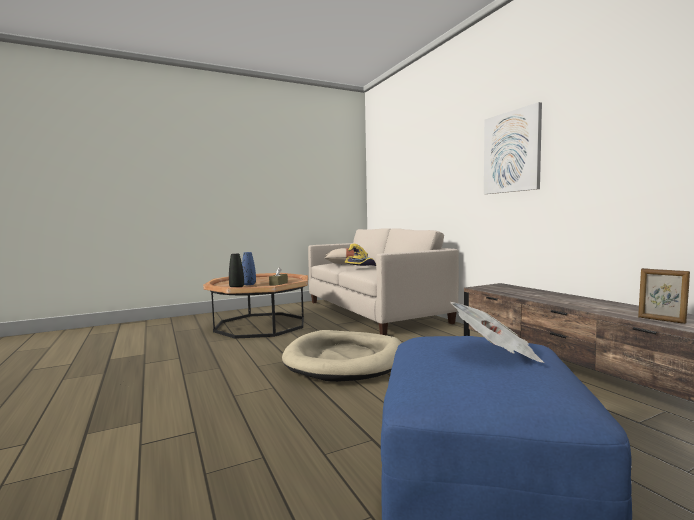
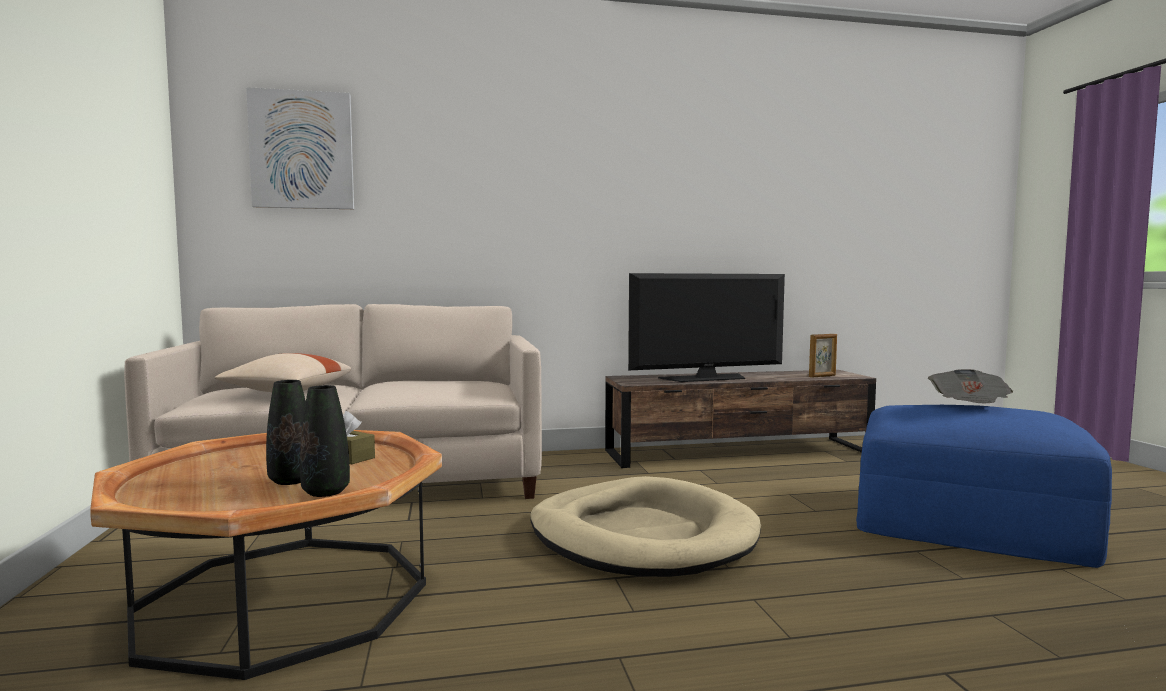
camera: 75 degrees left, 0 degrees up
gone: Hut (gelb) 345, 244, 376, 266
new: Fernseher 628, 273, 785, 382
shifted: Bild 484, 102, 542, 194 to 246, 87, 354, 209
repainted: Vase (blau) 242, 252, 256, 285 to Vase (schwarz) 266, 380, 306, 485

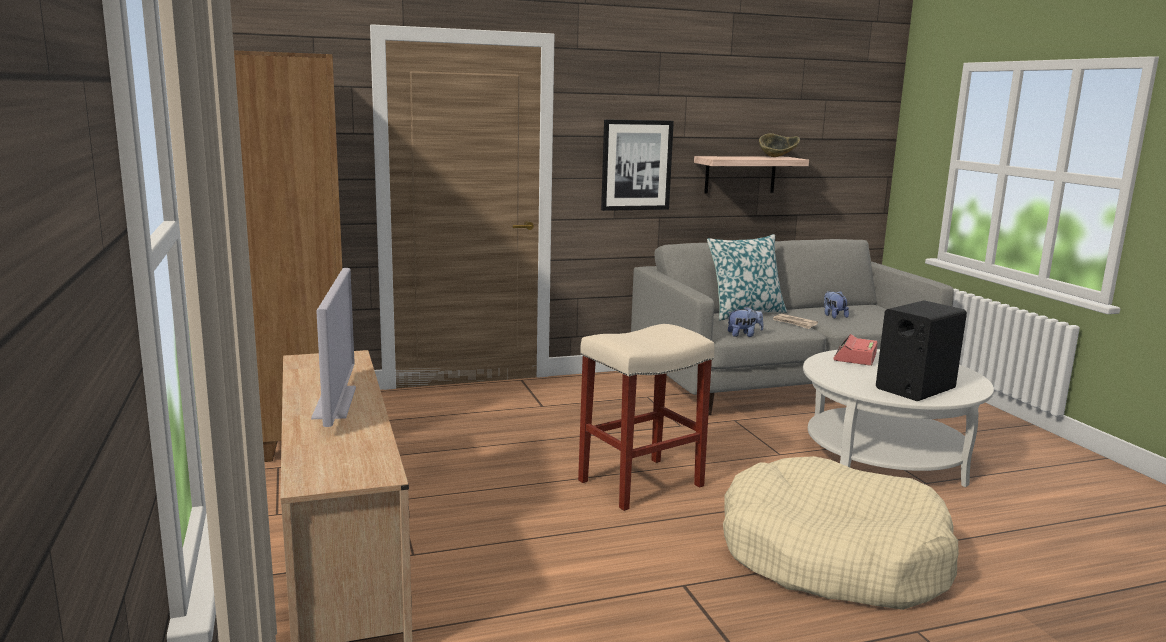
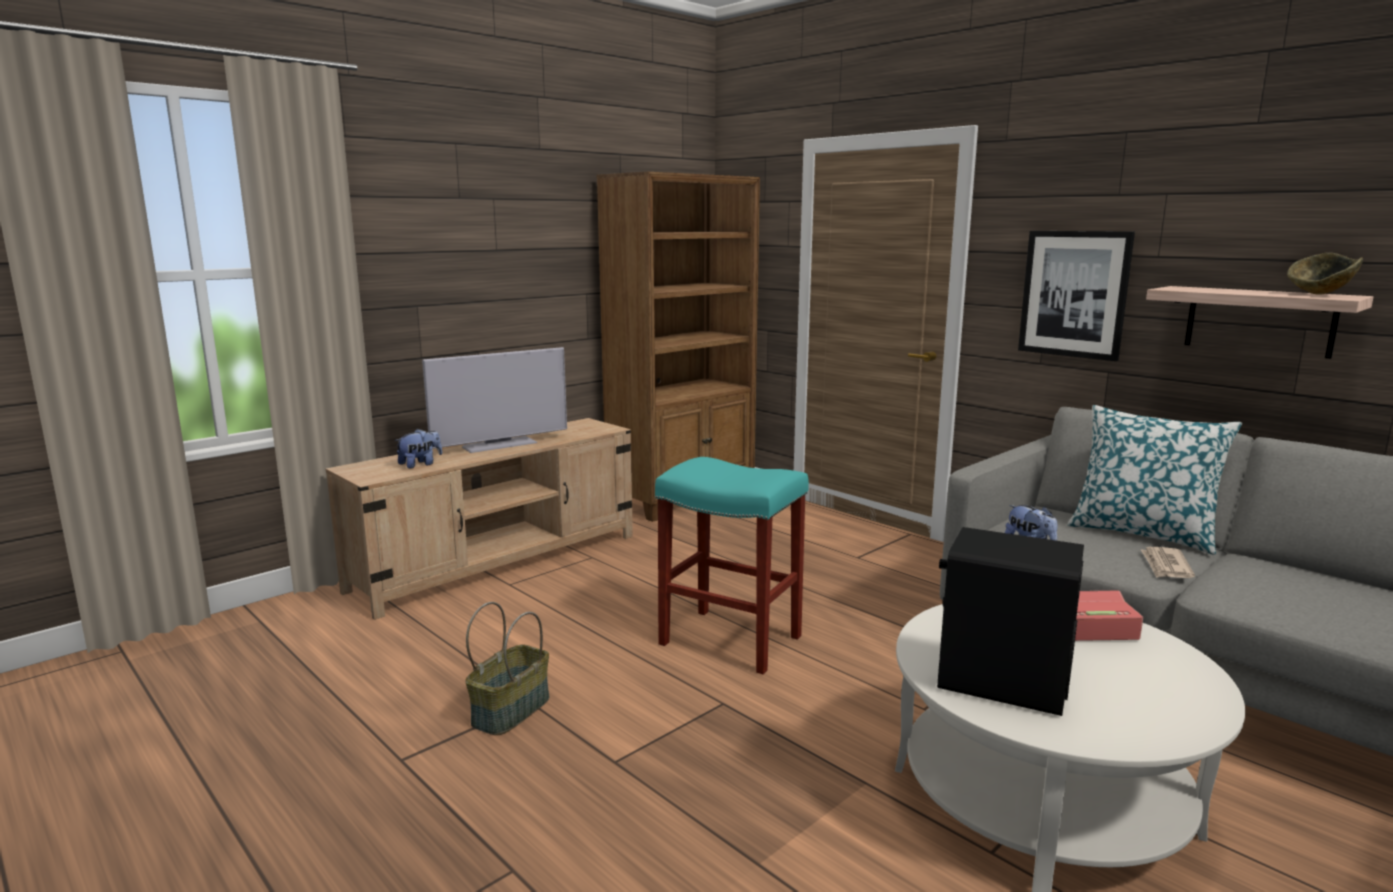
camera: 65 degrees right, 0 degrees up
gone: Hundebett (beige) 723, 456, 958, 610
new: Korb 465, 602, 550, 735
shifted: Plüschtier 824, 291, 849, 319 to 395, 429, 442, 468
repainted: Hocker (beige) 578, 324, 715, 511 to Hocker (türkis) 655, 457, 809, 674

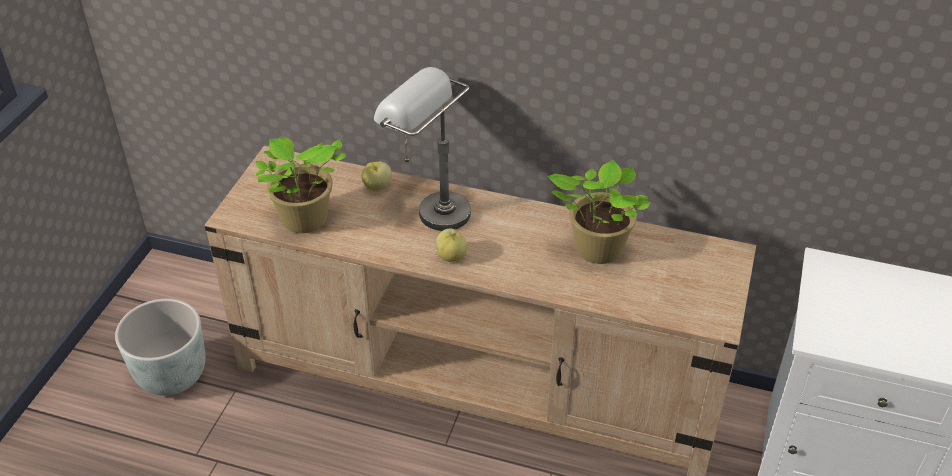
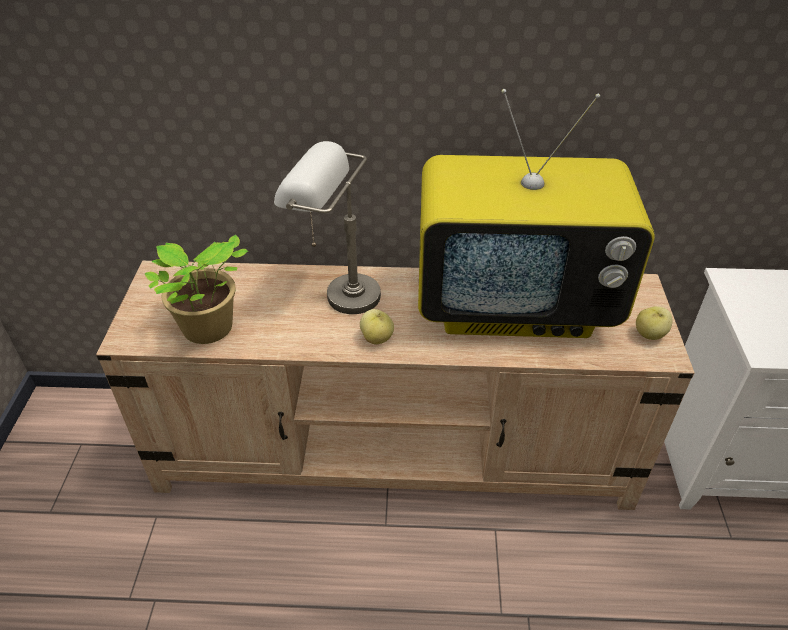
camera: 15 degrees left, 0 degrees up
gone: Pflanzkübel (grau) 115, 298, 206, 396
shifted: Apfel 361, 162, 392, 191 to 636, 306, 673, 340
swapped: Topfpflanze 547, 160, 651, 264 to Fernseher 418, 89, 655, 338

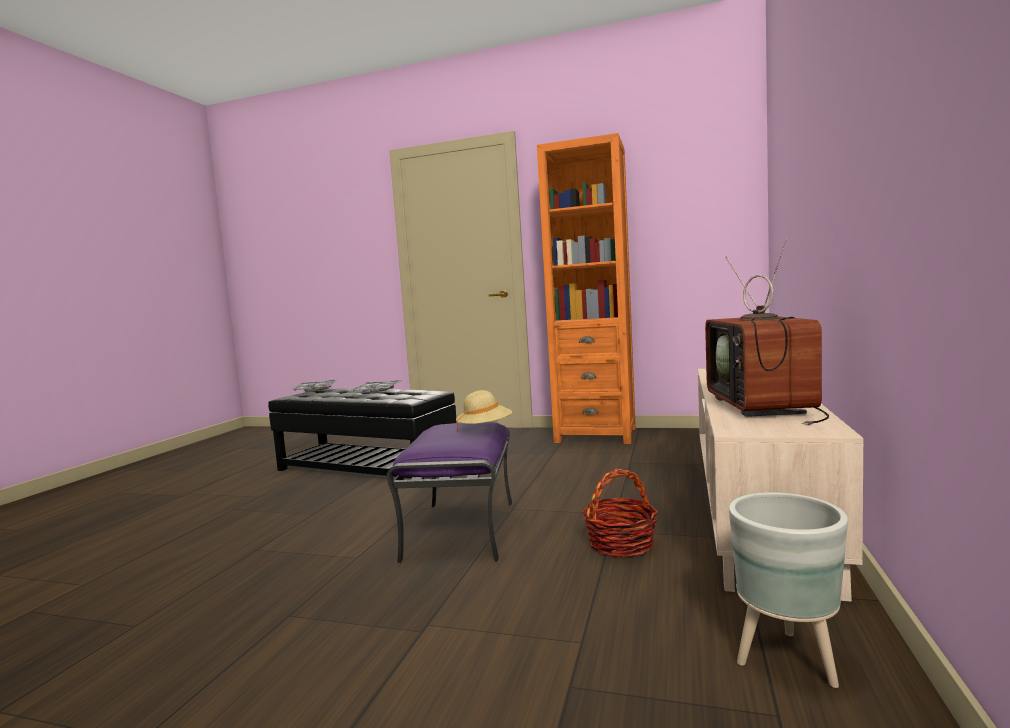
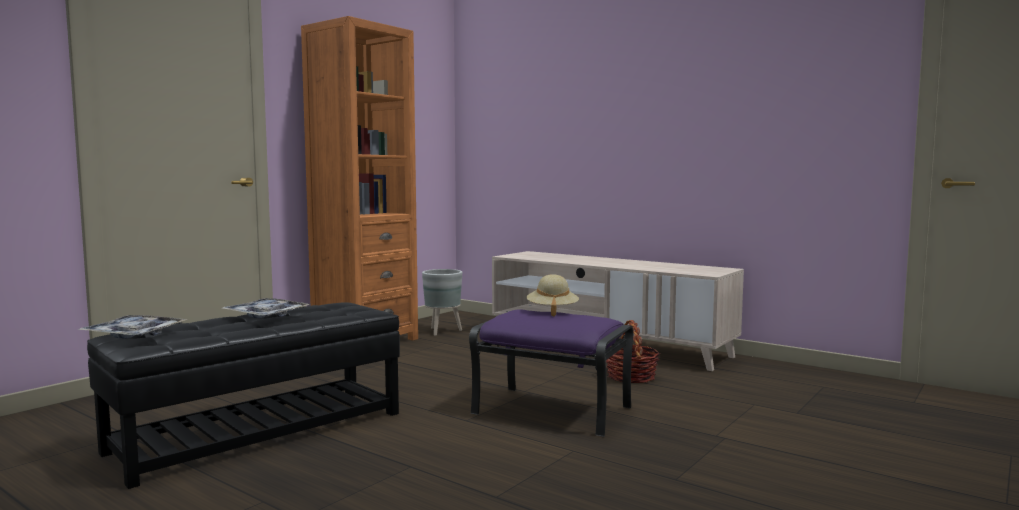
camera: 70 degrees left, 0 degrees up
gone: Fernseher 705, 239, 829, 425
shifted: Pflanzkübel (grau) 729, 492, 848, 688 to 422, 269, 462, 336

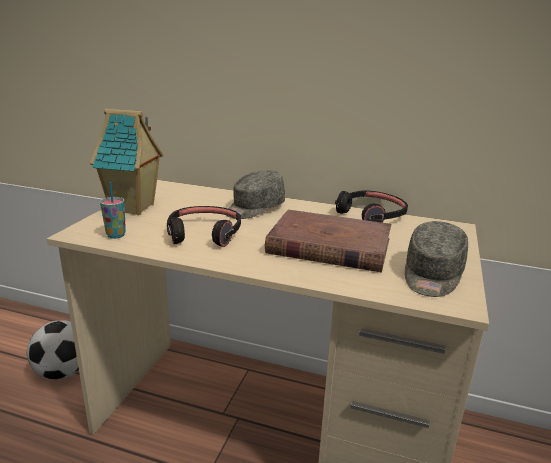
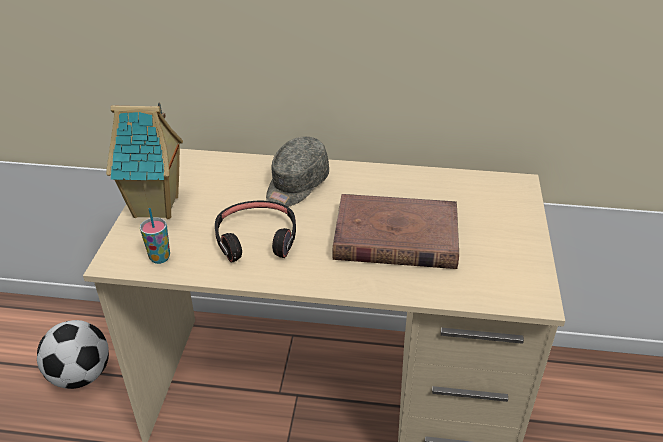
camera: 10 degrees left, 15 degrees up
gone: Kopfhörer (schwarz) 335, 191, 408, 222; Kappe (grau) 405, 221, 468, 297

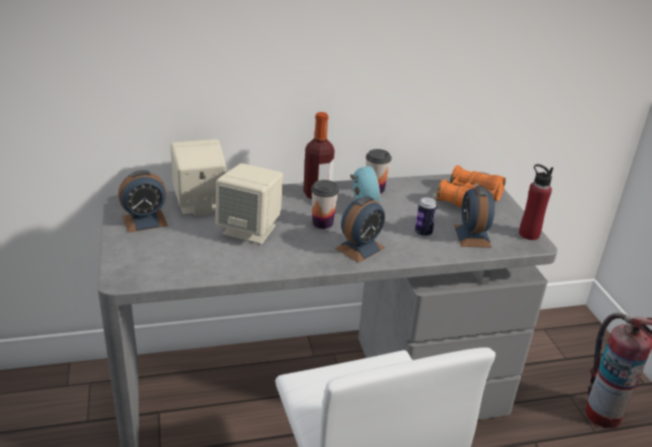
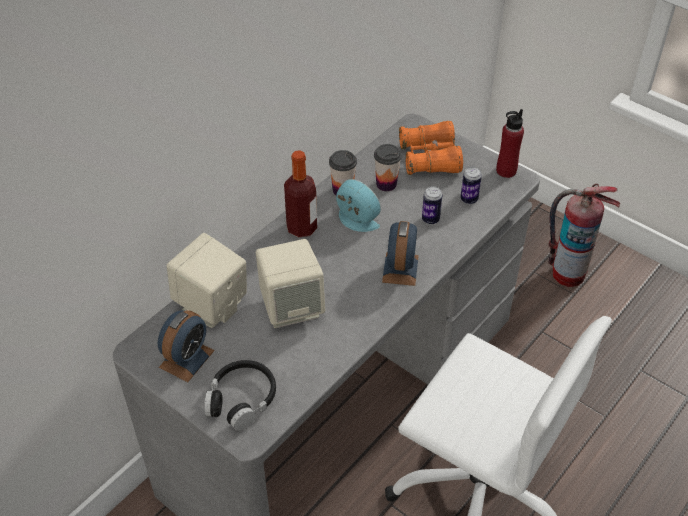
camera: 35 degrees left, 15 degrees up
new: Kopfhörer (schwarz) 204, 360, 276, 431
shifted: Tasse 311, 180, 339, 229 to 374, 144, 402, 191
swapped: Wecker 454, 186, 495, 248 to Dose 461, 167, 482, 204

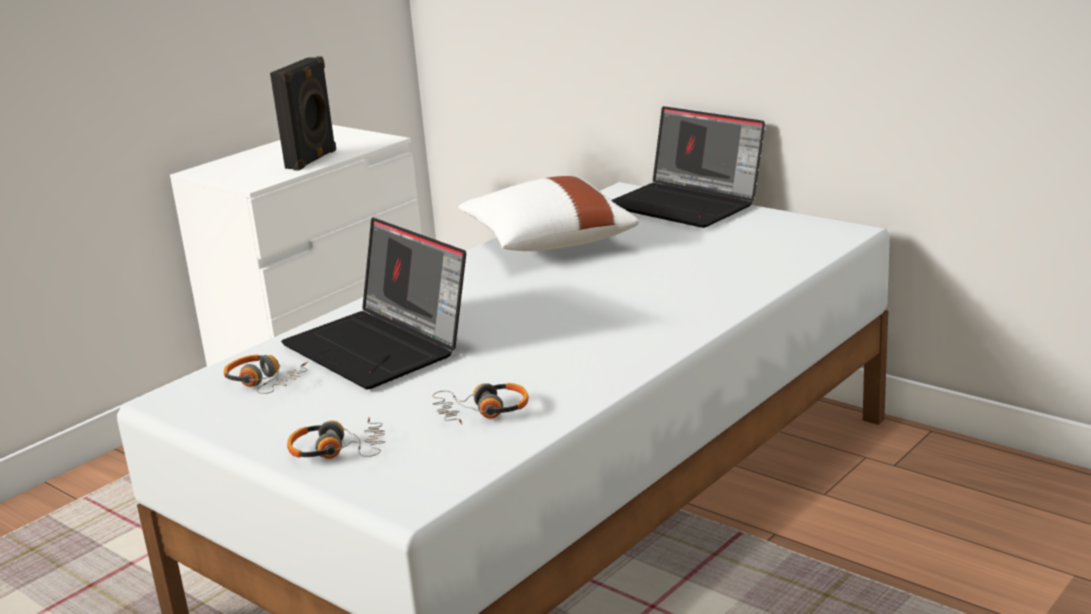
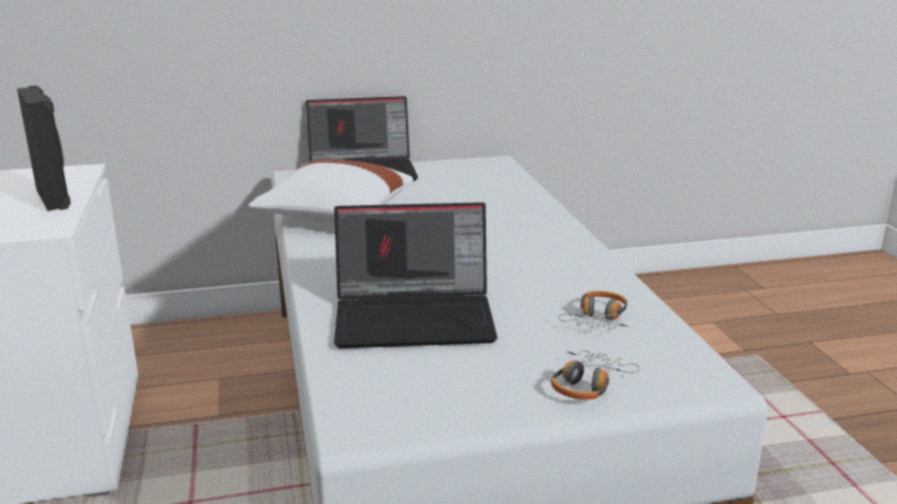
camera: 55 degrees left, 0 degrees up
gone: Kopfhörer 224, 355, 308, 394

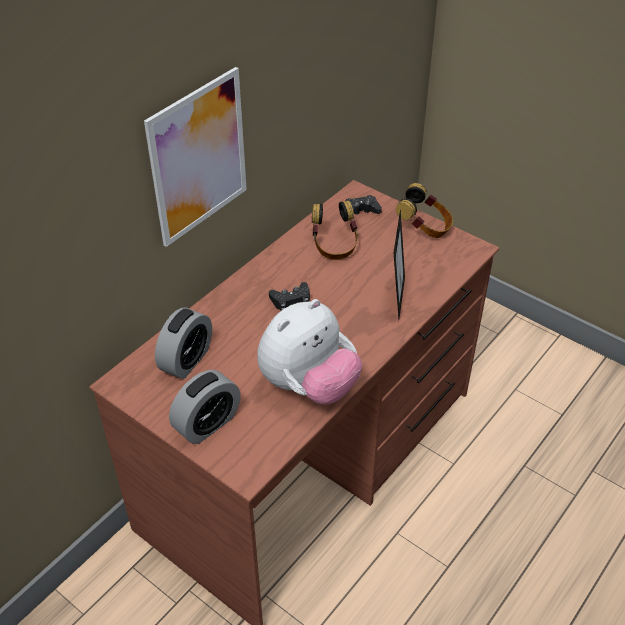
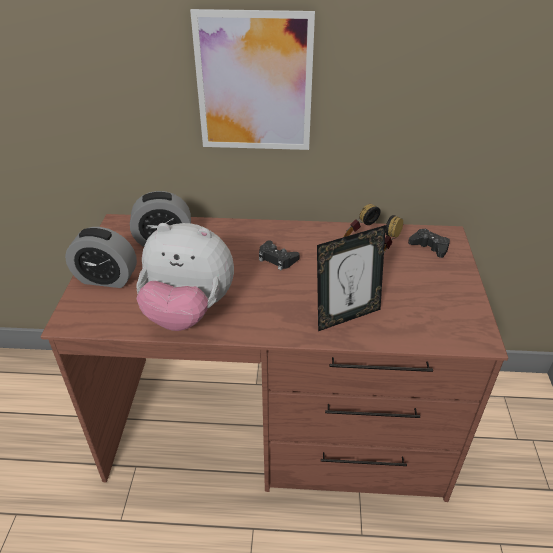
camera: 55 degrees right, 5 degrees down
gone: Kopfhörer 396, 183, 453, 238

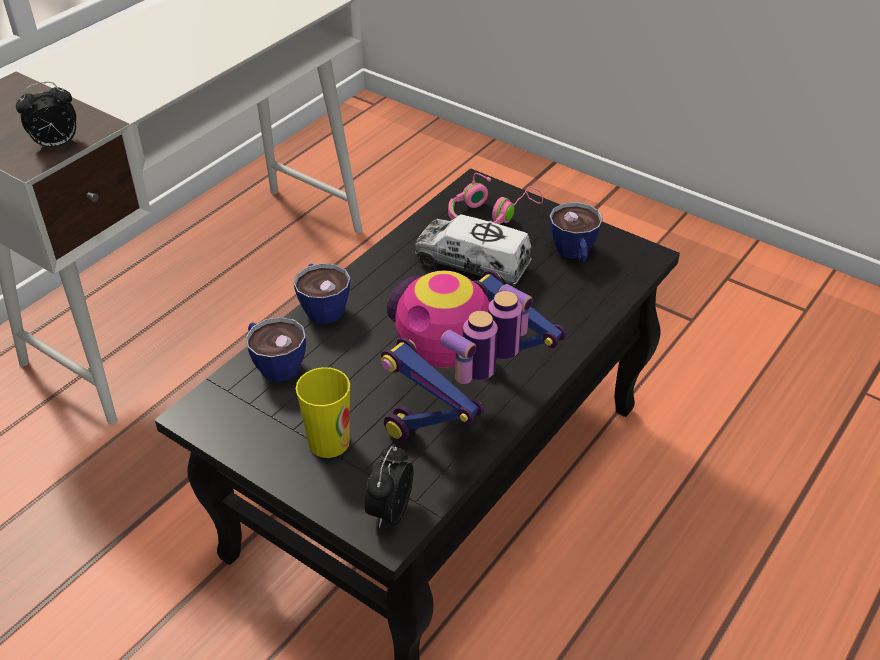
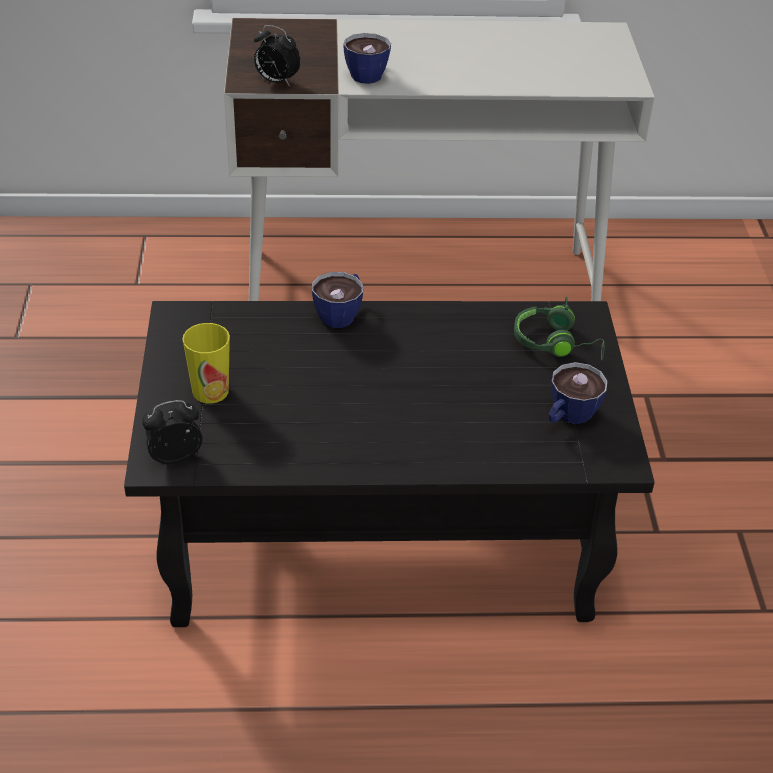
camera: 50 degrees right, 0 degrees up
gone: Spielzeuglaster 415, 214, 532, 286; Spielzeugroboter 381, 270, 567, 441
shifted: Tasse 246, 317, 306, 382 to 343, 33, 391, 84
repainted: Kopfhörer (rosa) 448, 173, 543, 224 to Kopfhörer (grün) 514, 297, 605, 361

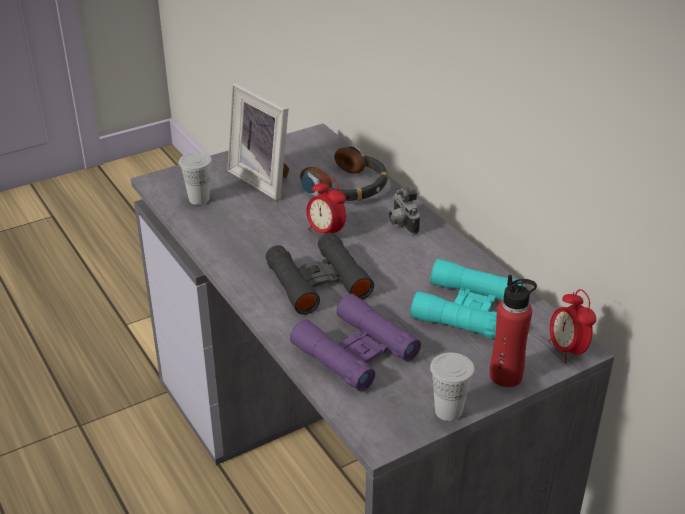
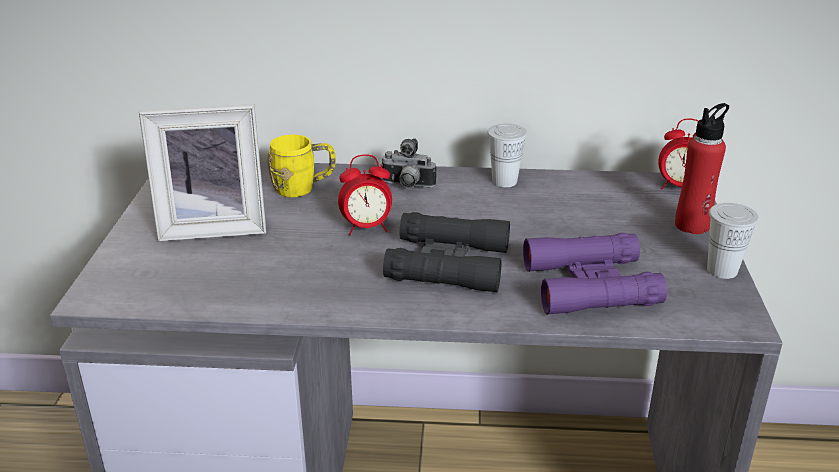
camera: 55 degrees left, 5 degrees down
gone: Fernglas (türkis) 410, 259, 524, 339
shifted: Tasse (weiß) 179, 152, 212, 205 to 487, 123, 528, 187
swapped: Kopfhörer 300, 146, 388, 201 to Henkelbecher (gelb) 267, 134, 336, 198

